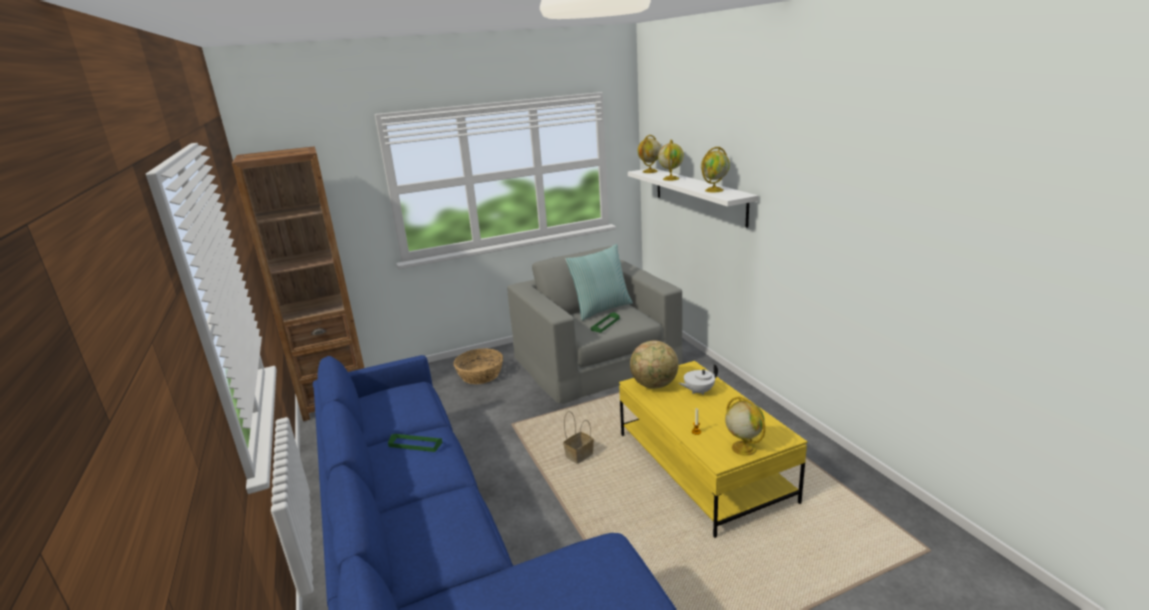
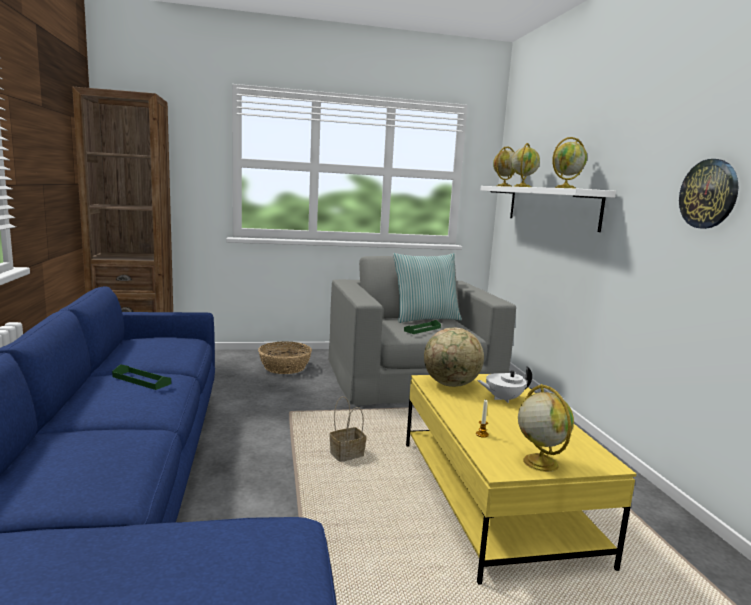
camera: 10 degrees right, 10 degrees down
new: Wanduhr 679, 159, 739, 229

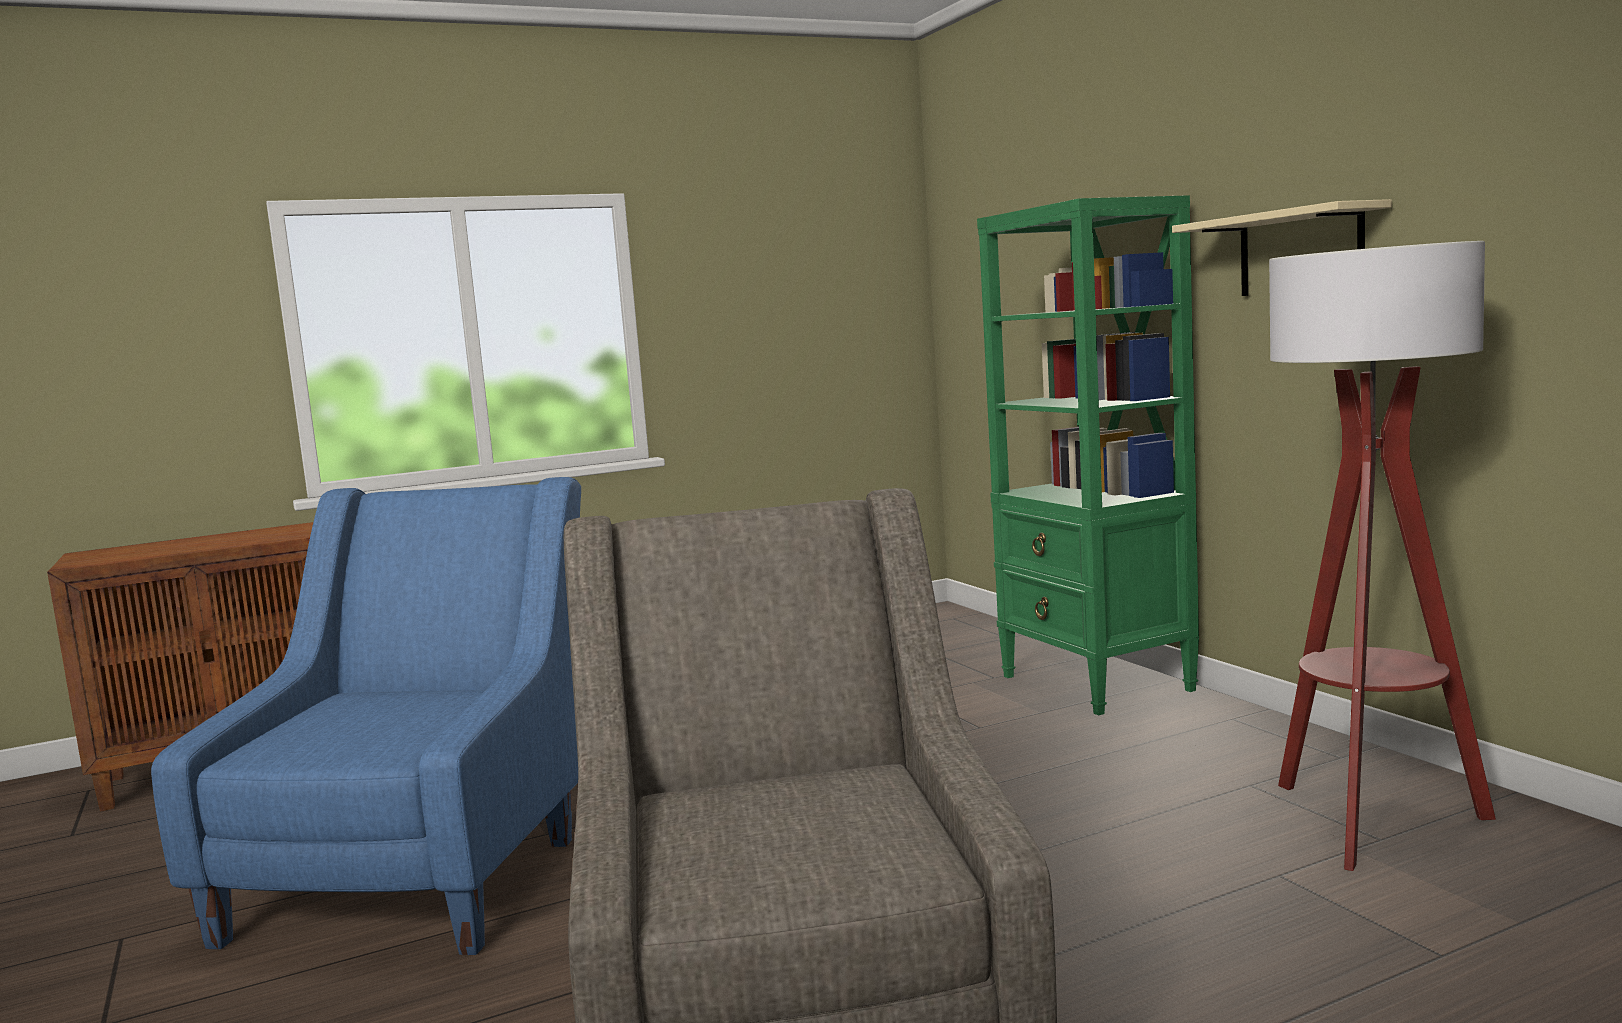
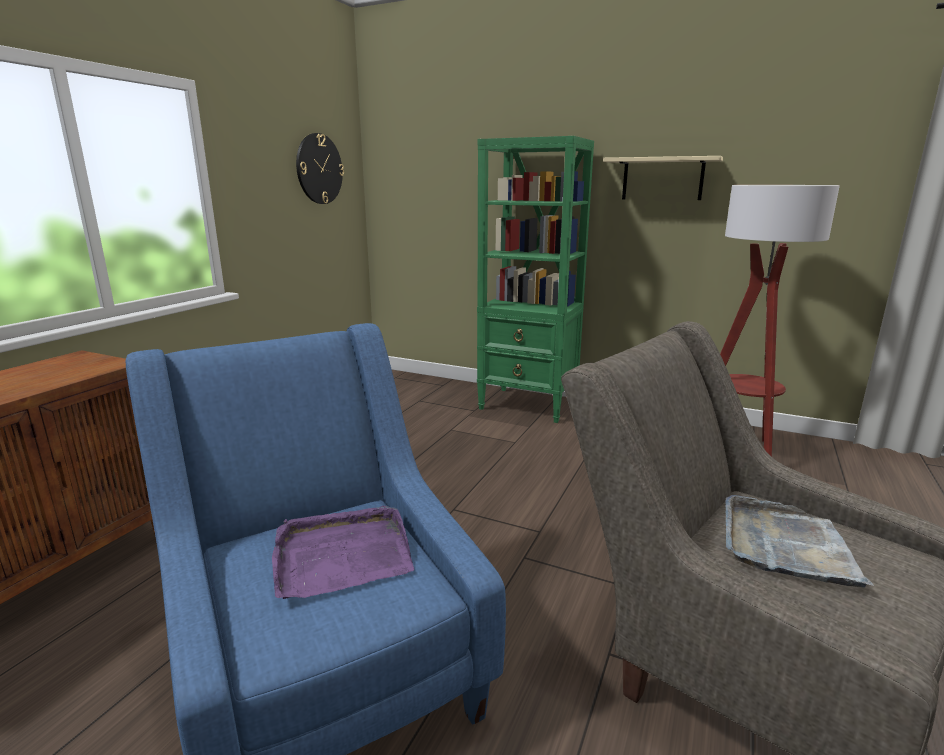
camera: 40 degrees left, 10 degrees up
new: Wanduhr 296, 133, 344, 204; Tablett (grau) 726, 495, 874, 588; Tablett (lila) 272, 506, 414, 599

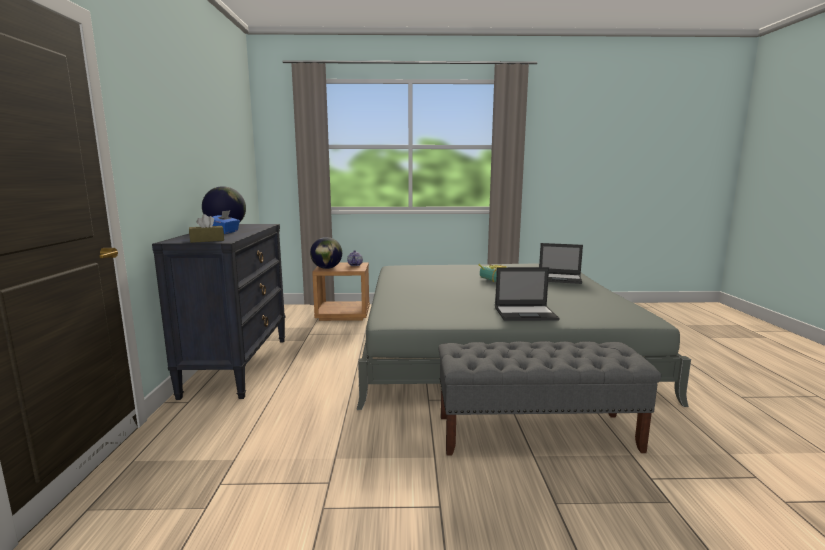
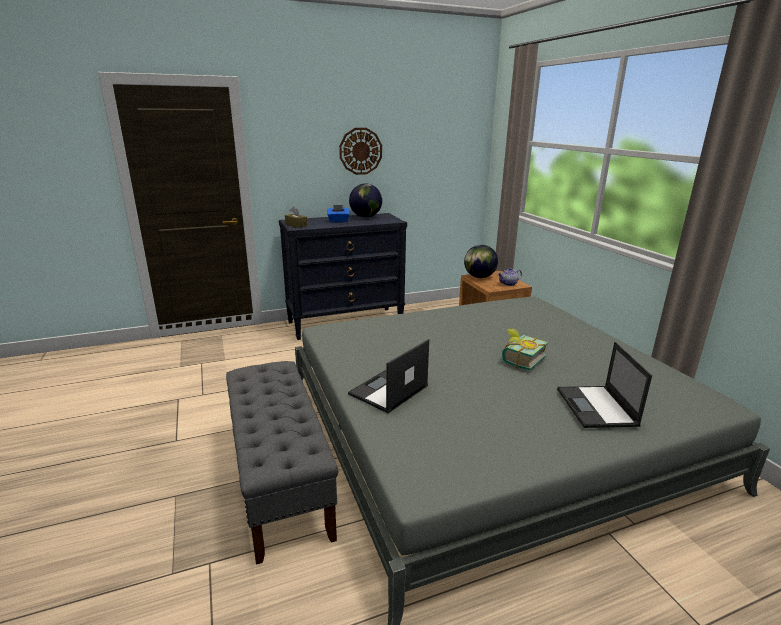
camera: 70 degrees right, 10 degrees up
new: Wanduhr 339, 128, 382, 175
rotated: Laptop 495, 267, 560, 321 = 348, 339, 429, 413 60 degrees clockwise

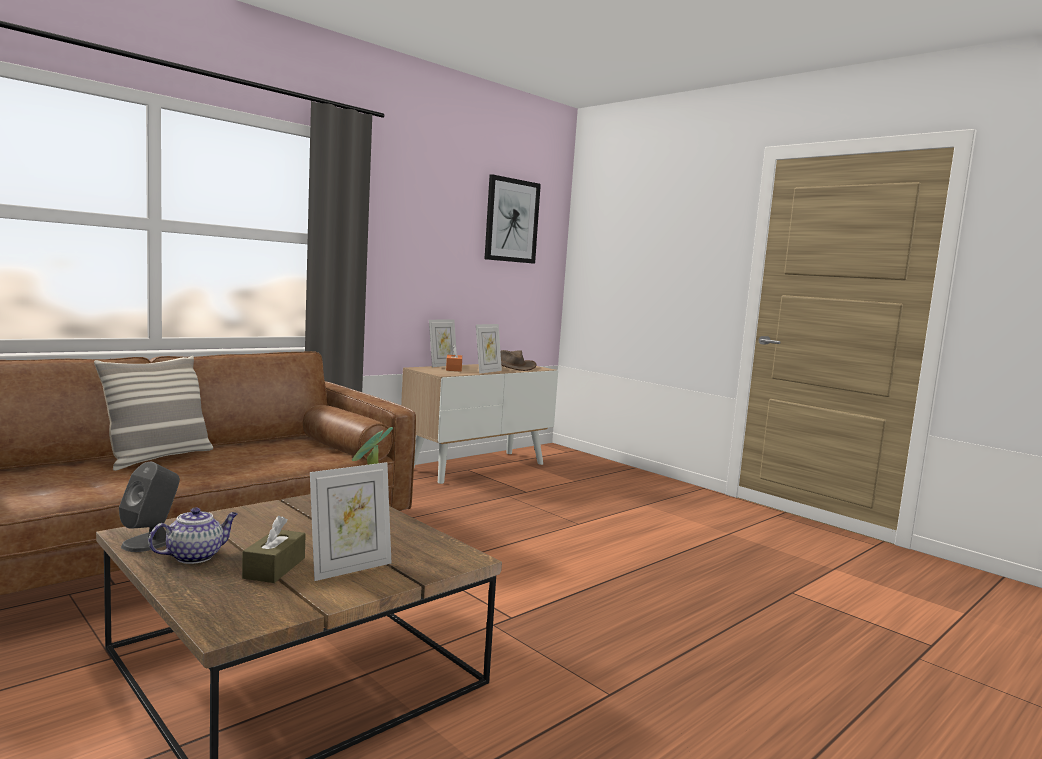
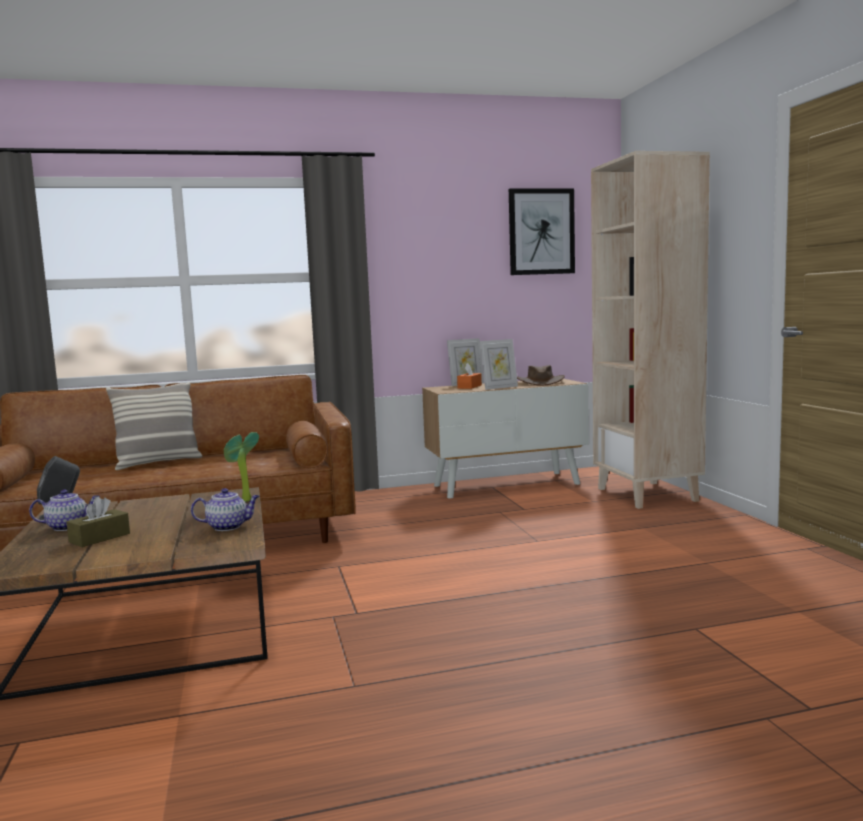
camera: 30 degrees right, 0 degrees up
gone: Bilderrahmen 310, 462, 391, 581
new: Bücherregal (beige) 591, 151, 710, 509; Teekanne 191, 488, 259, 531

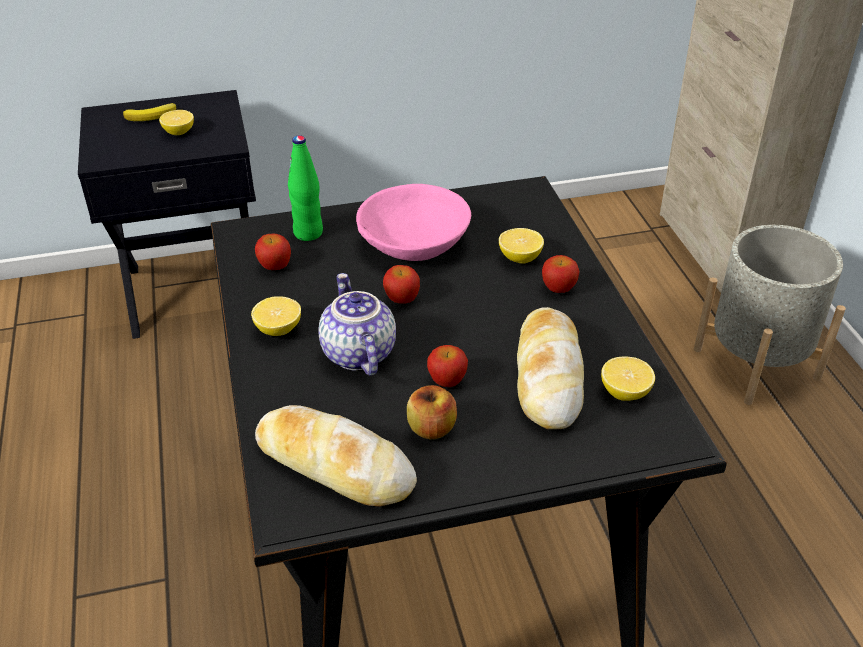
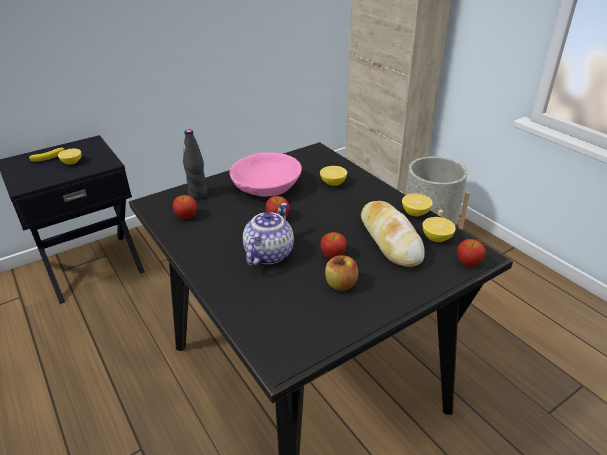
camera: 20 degrees left, 5 degrees down
gone: Brot 255, 405, 417, 507
shifted: Apfel 542, 255, 579, 293 to 457, 239, 486, 267; Zitrone 251, 296, 301, 336 to 402, 194, 433, 217
repainted: Flasche (grün) 288, 135, 323, 241 to Flasche (schwarz) 183, 129, 207, 199
rotated: Teekanne 318, 273, 396, 376 = 243, 203, 294, 266 60 degrees clockwise

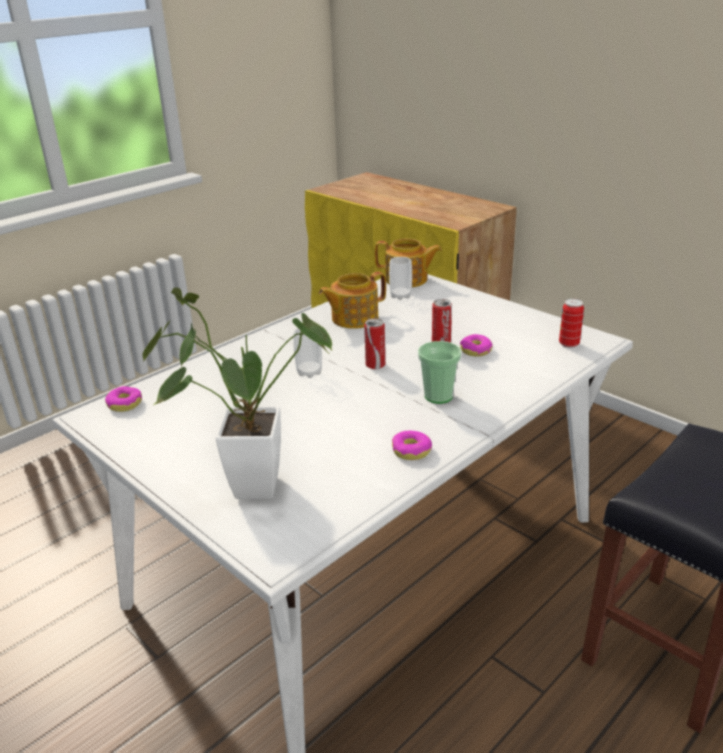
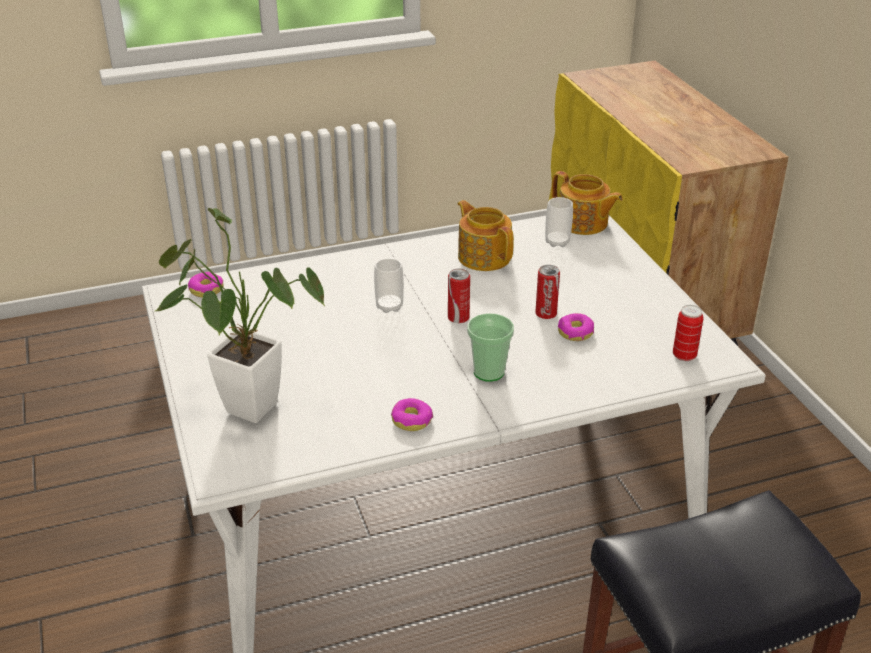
camera: 25 degrees right, 5 degrees up
rotated: Teekanne 319, 272, 386, 329 = 458, 200, 514, 271 60 degrees clockwise

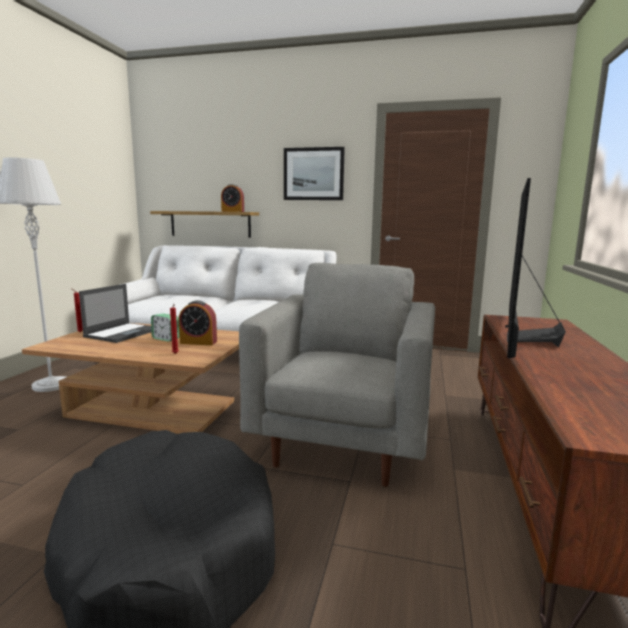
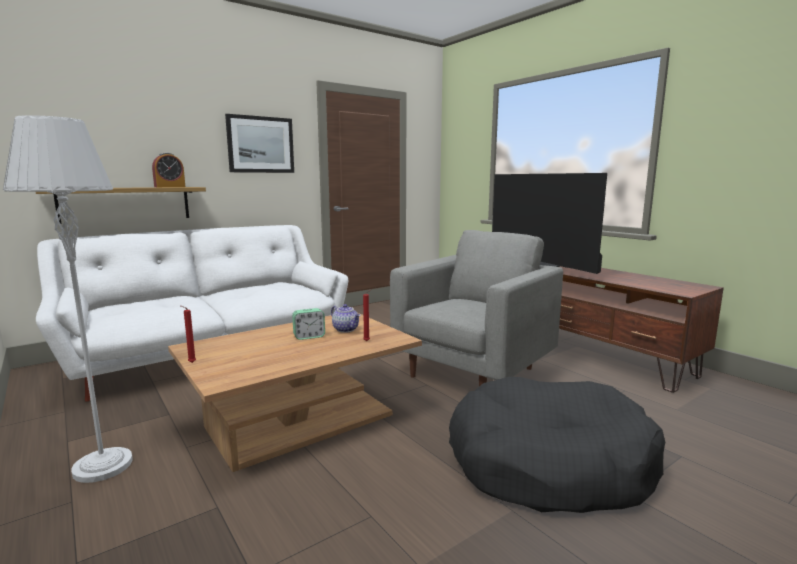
camera: 50 degrees left, 0 degrees up
gone: Laptop 79, 284, 151, 343
swapped: Wecker 179, 300, 217, 345 to Teekanne 331, 304, 360, 333
rotated: Sessel (grau) 239, 263, 435, 487 = 390, 230, 563, 386 75 degrees clockwise

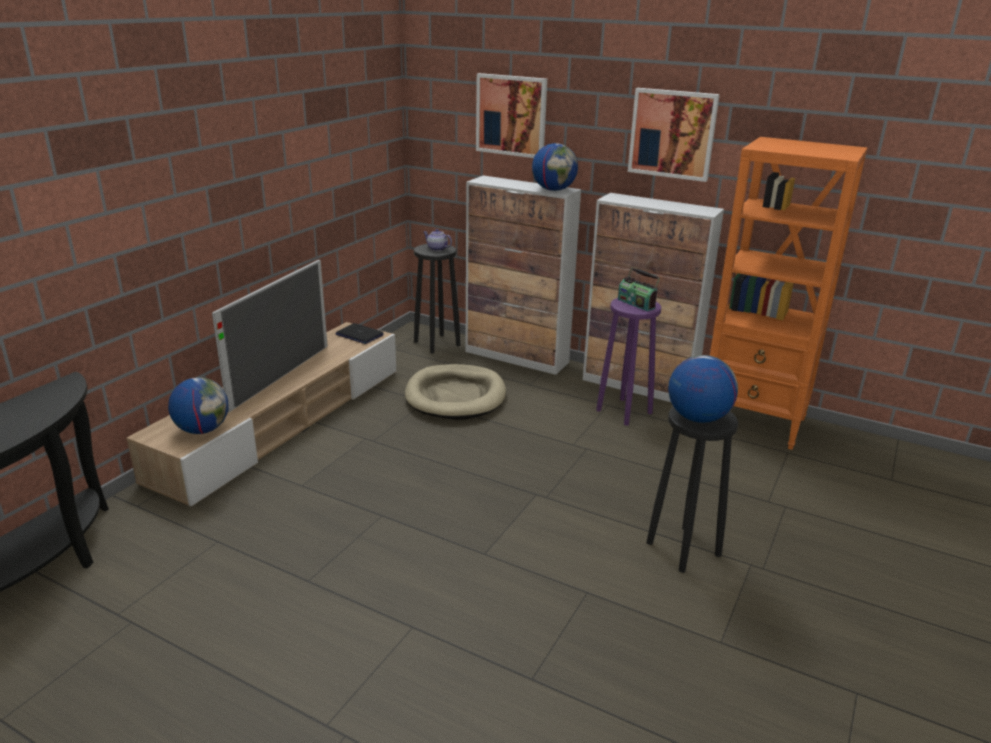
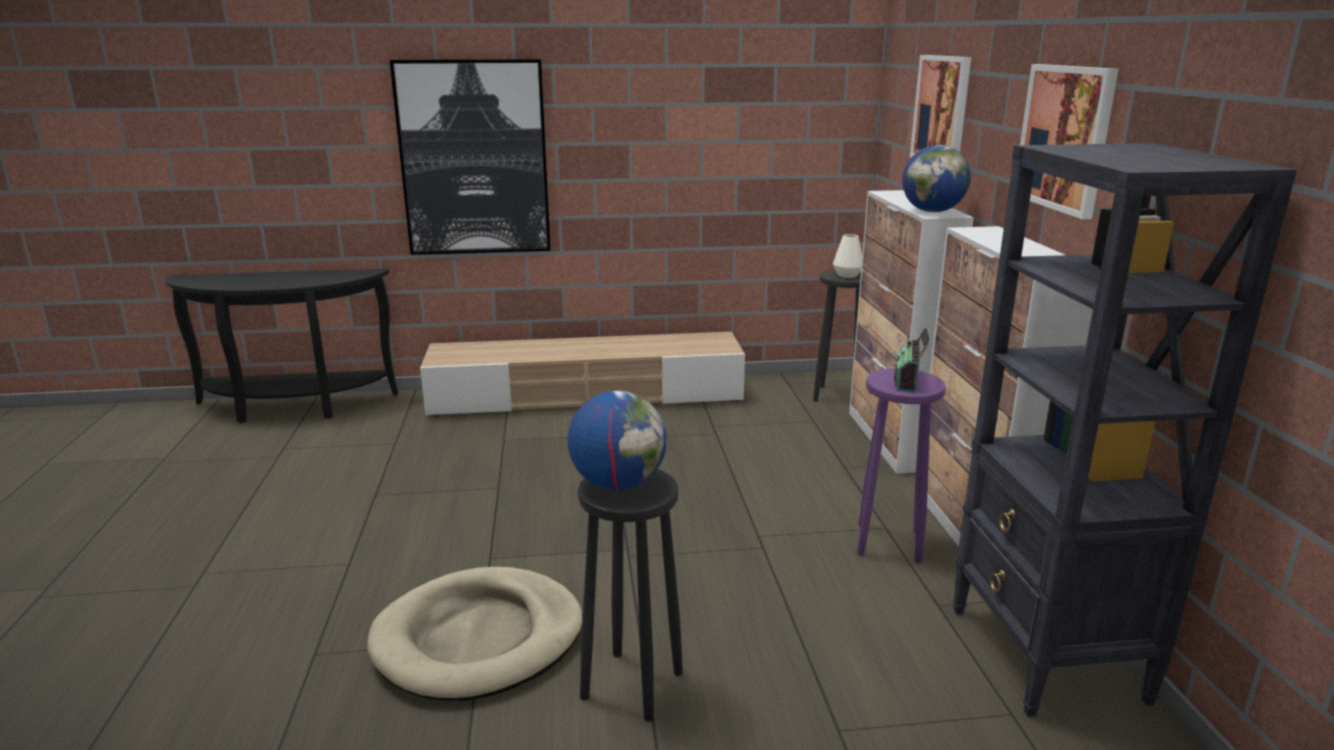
camera: 55 degrees right, 5 degrees down
gone: Fernseher 212, 260, 328, 412; Laptop 336, 323, 384, 344; Globus 168, 377, 229, 434
new: Bild 390, 59, 550, 255
shifted: Hundebett (beige) 405, 364, 506, 420 to 367, 567, 583, 701
swapped: Teekanne 424, 229, 452, 251 to Vase (weiß) 833, 234, 862, 278
repainted: Bücherregal (orange) 710, 137, 867, 450 to Bücherregal (schwarz) 953, 143, 1297, 717

